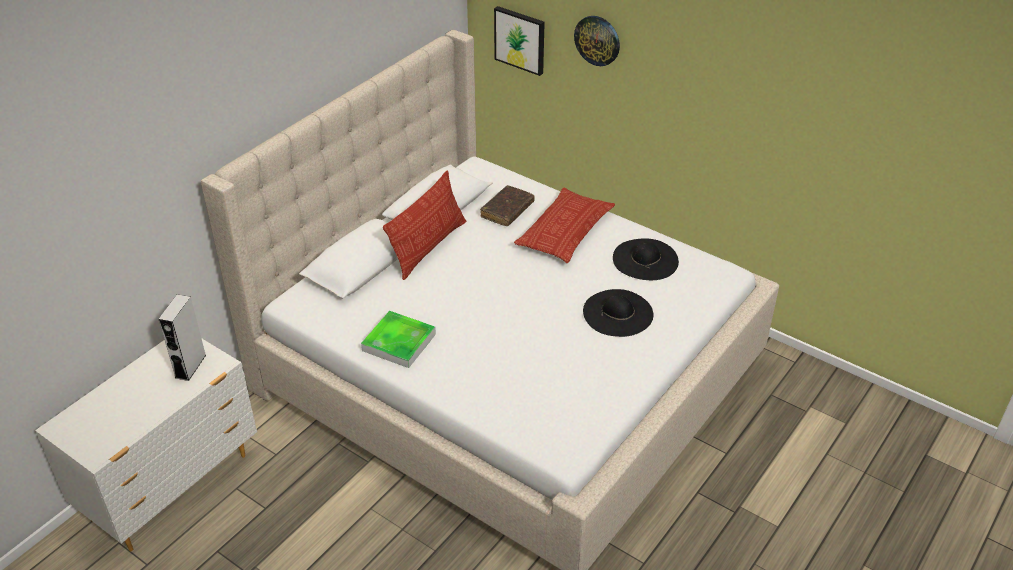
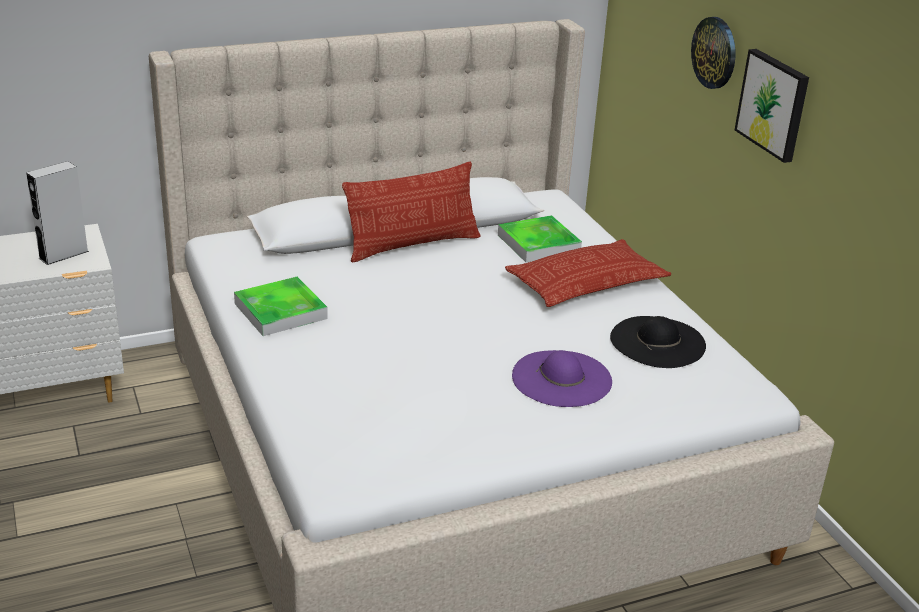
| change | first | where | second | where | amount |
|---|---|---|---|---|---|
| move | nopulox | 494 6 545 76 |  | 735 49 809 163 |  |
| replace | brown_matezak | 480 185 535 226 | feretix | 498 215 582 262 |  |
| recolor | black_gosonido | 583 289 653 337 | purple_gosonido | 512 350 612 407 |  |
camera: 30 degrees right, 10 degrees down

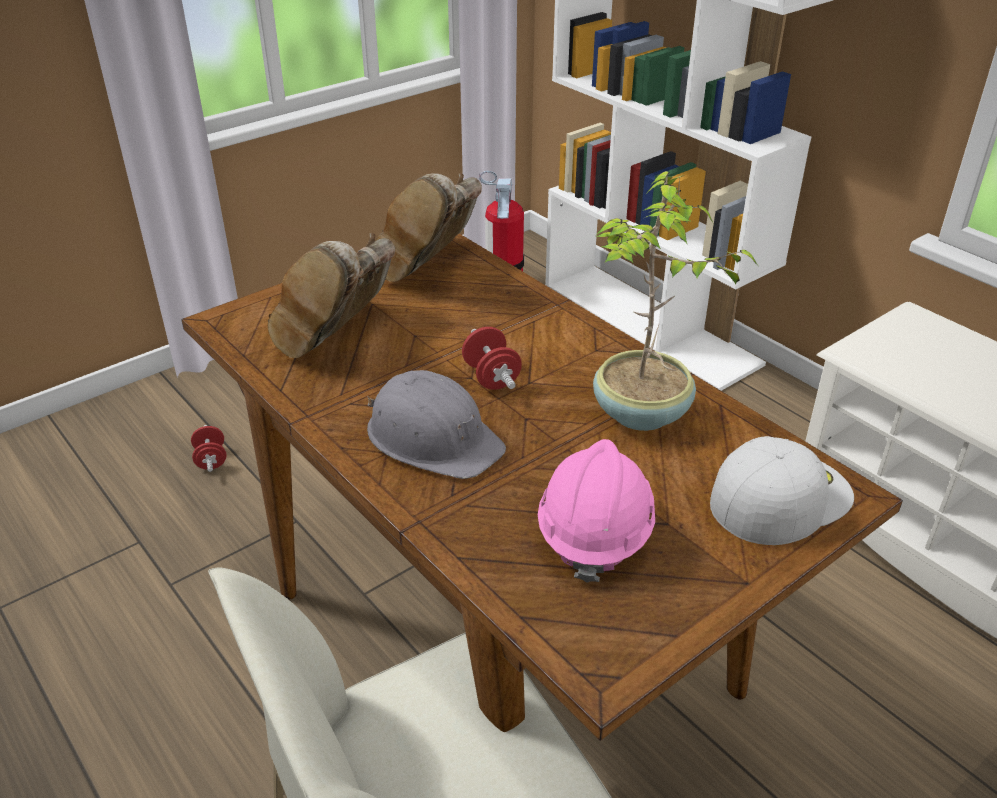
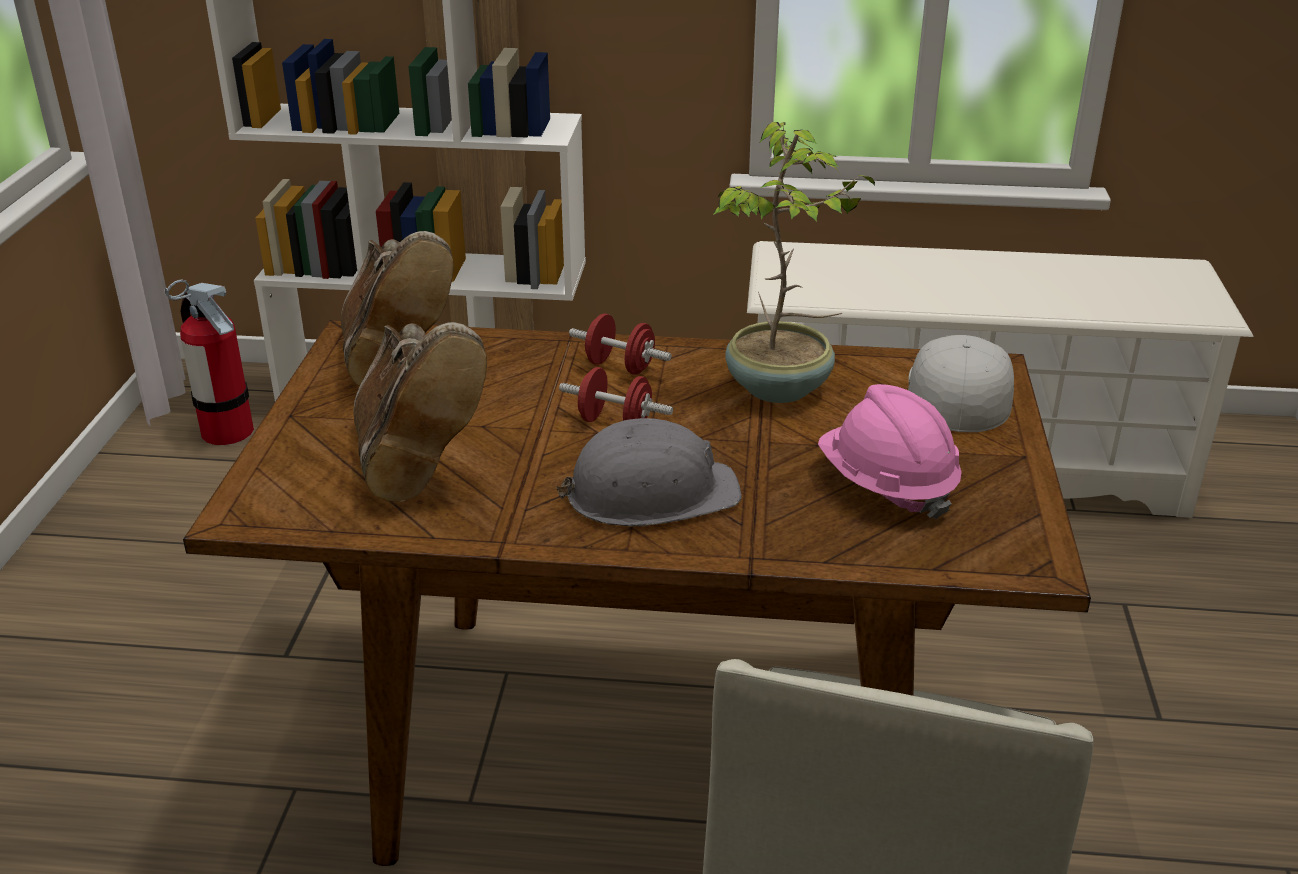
| change | first | where | second | where | amount |
|---|---|---|---|---|---|
| move | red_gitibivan | 191 425 227 472 |  | 569 314 672 375 |  |
camera: 45 degrees left, 5 degrees down

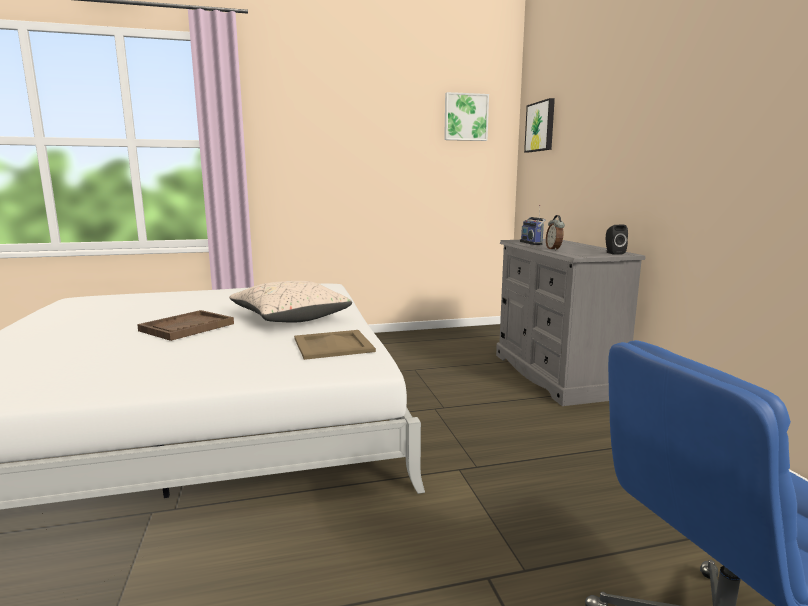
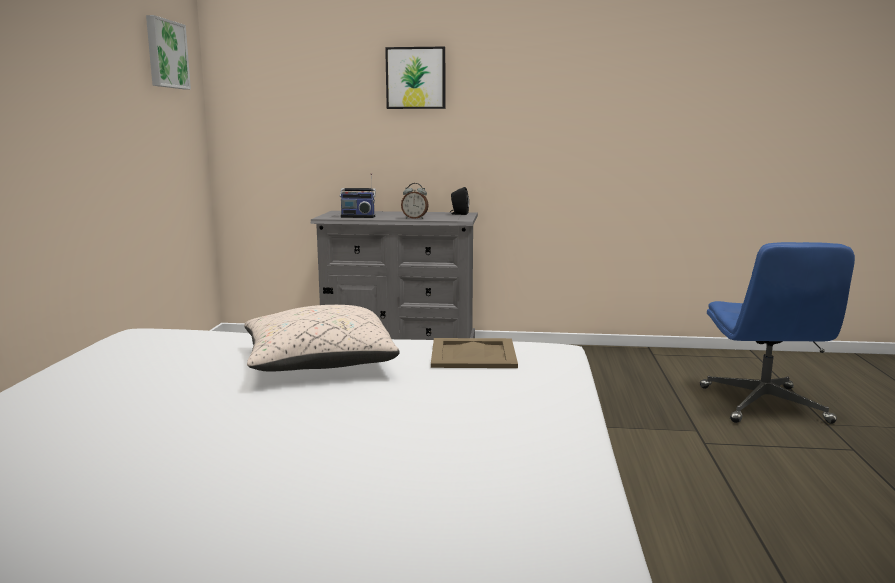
| change | first | where | second | where | amount |
|---|---|---|---|---|---|
| delete | brown_feretix | 137 310 234 341 |  |  |  |
| move | nopulox | 524 98 555 152 |  | 385 46 445 109 |  |
camera: 70 degrees left, 0 degrees up

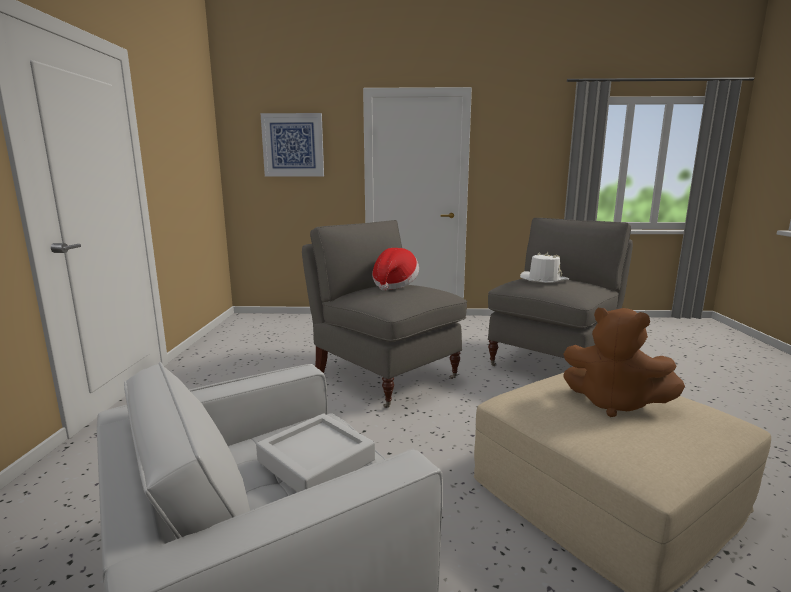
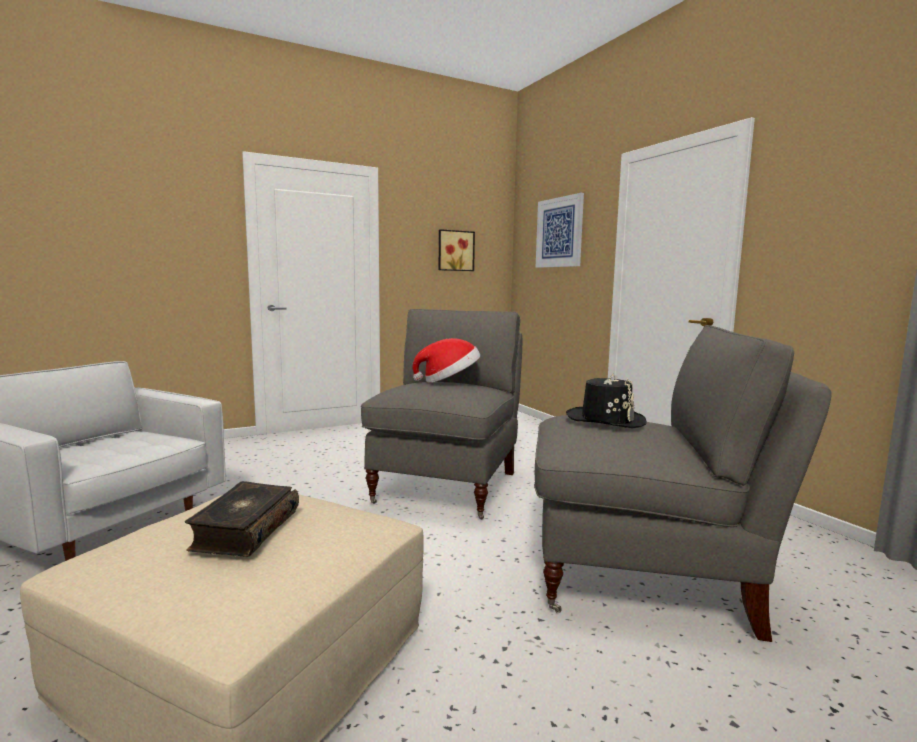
| change | first | where | second | where | amount |
|---|---|---|---|---|---|
| delete | grey_feretix | 256 413 375 492 |  |  |  |
| insert |  |  | nopulox | 439 229 475 271 |  |
| replace | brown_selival | 563 308 685 417 | matezak | 185 481 299 557 |  |
| recolor | white_gosonido | 520 251 569 283 | black_gosonido | 566 373 647 428 |  |
camera: 60 degrees right, 5 degrees down

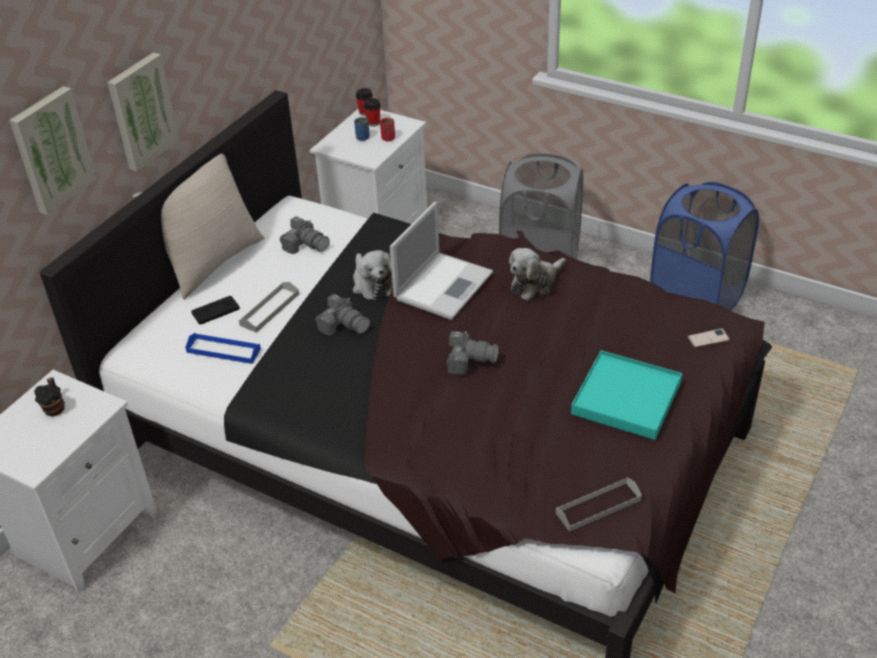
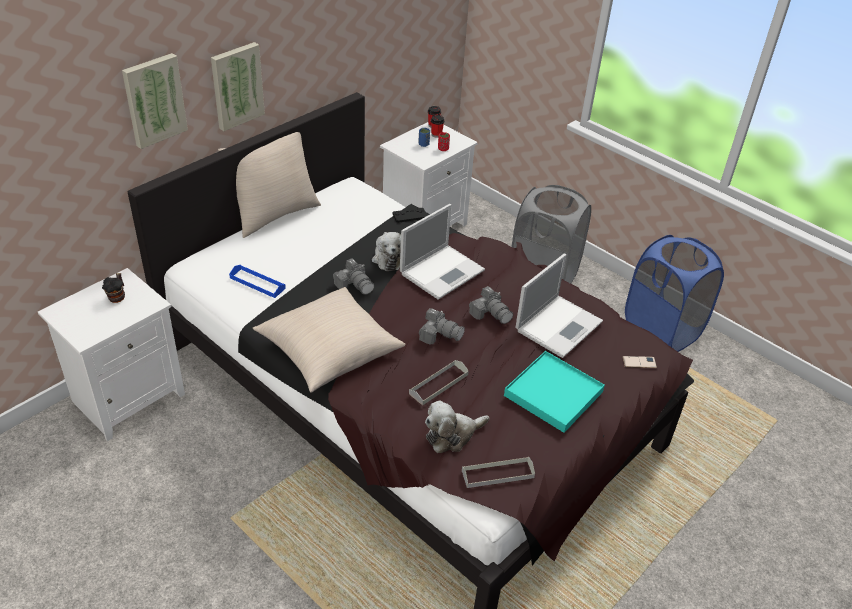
| change | first | where | second | where | amount |
|---|---|---|---|---|---|
| insert |  |  | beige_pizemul | 253 287 405 393 |  |
| insert |  |  | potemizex | 515 254 603 358 |  |
| move | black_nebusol | 191 296 240 324 |  | 392 208 427 223 |  |
| move | grey_feretix | 239 282 299 333 |  | 409 360 469 405 |  |
| move | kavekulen | 280 216 330 254 |  | 469 286 513 324 |  |
| move | selival | 509 248 566 301 |  | 425 400 489 453 |  |
camera: 10 degrees right, 0 degrees up

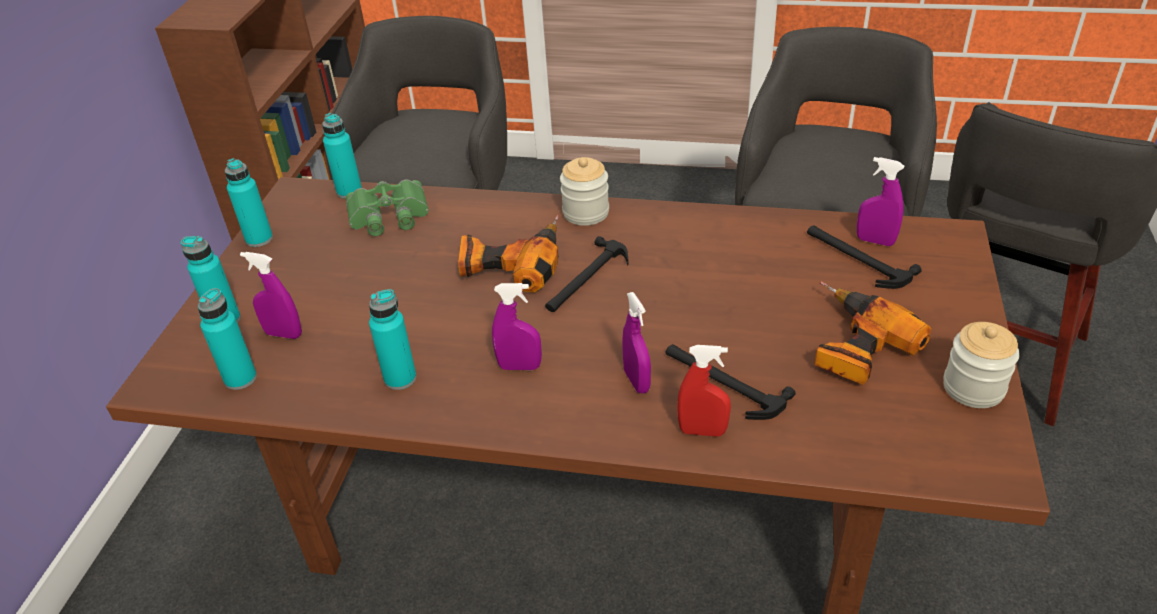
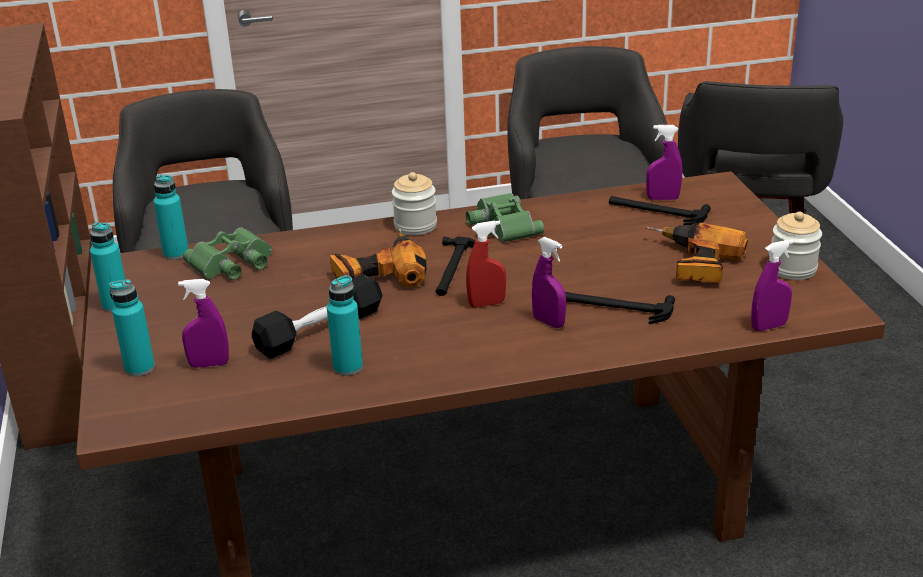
| change | first | where | second | where | amount |
|---|---|---|---|---|---|
| delete | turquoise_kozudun | 198 288 257 390 |  |  |  |
| insert |  |  | black_gitibivan | 252 274 383 359 |  |
| insert |  |  | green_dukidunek | 466 193 544 243 |  |
| move | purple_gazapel | 492 283 542 370 |  | 751 239 794 331 |  |
| move | red_gazapel | 677 345 731 437 |  | 466 220 506 308 |  |
camera: 25 degrees left, 10 degrees down

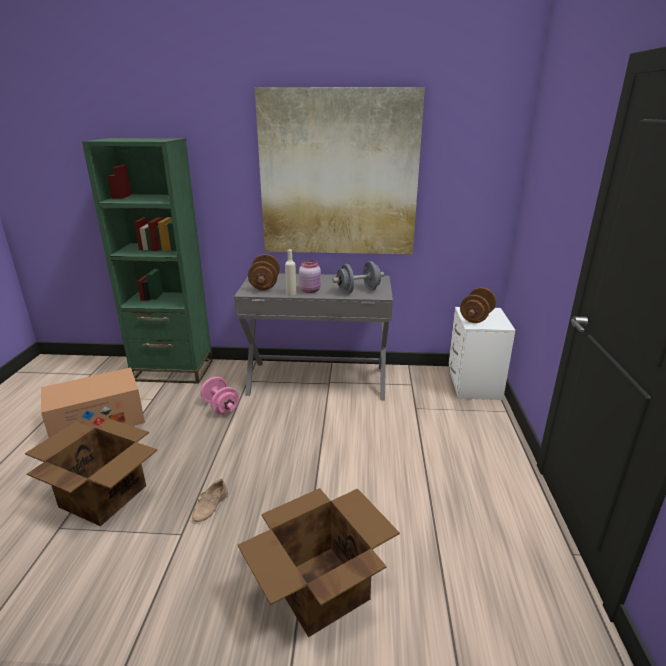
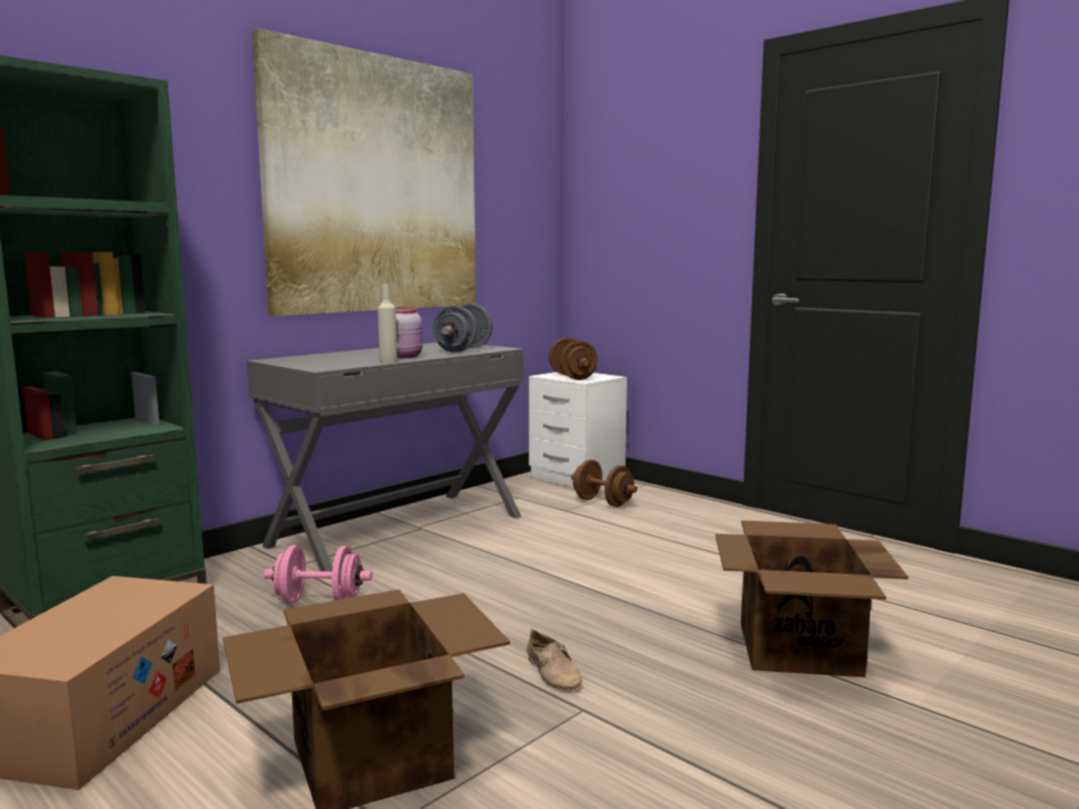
| change | first | where | second | where | amount |
|---|---|---|---|---|---|
| move | brown_gitibivan | 248 254 280 290 |  | 571 460 637 507 |  |
camera: 50 degrees left, 15 degrees down

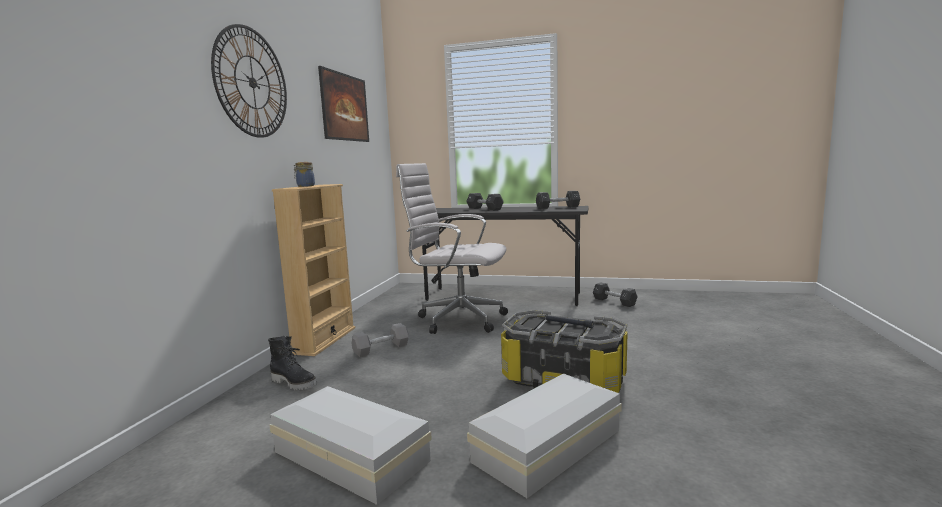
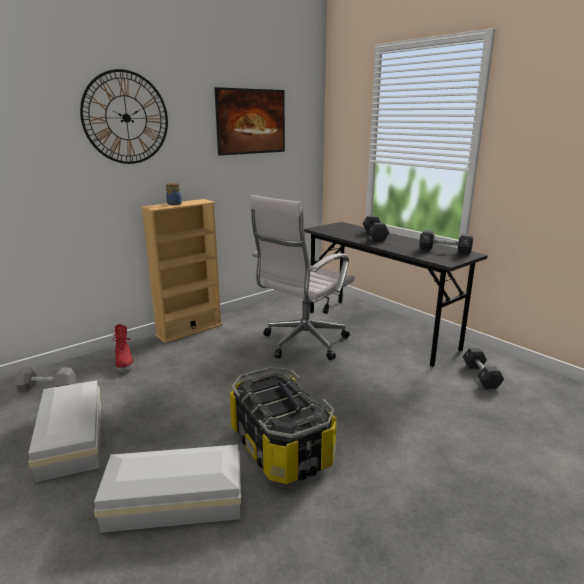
| change | first | where | second | where | amount |
|---|---|---|---|---|---|
| move | grey_gitibivan | 351 323 409 357 |  | 14 367 76 391 |  |
| recolor | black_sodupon | 268 336 317 391 | red_sodupon | 113 324 134 372 |  |
| rotate | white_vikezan | 396 163 508 334 |  | 249 195 355 360 | 105 degrees counterclockwise |
camera: 35 degrees right, 10 degrees up

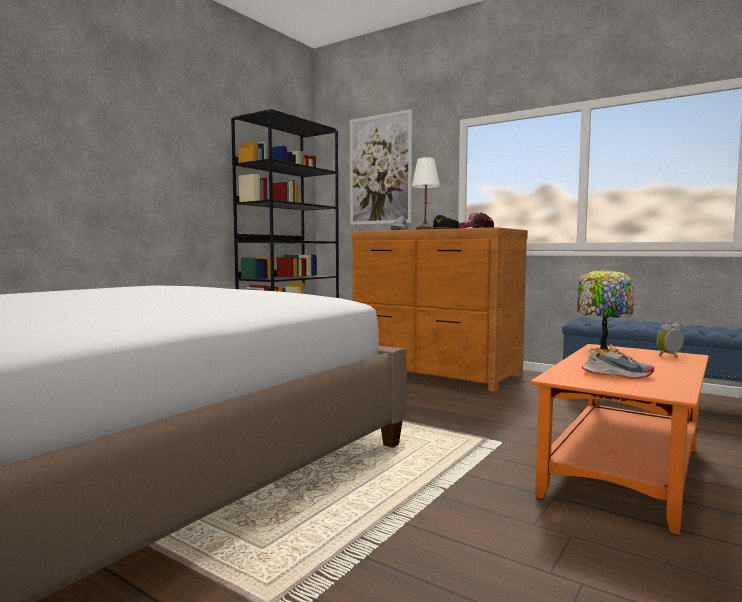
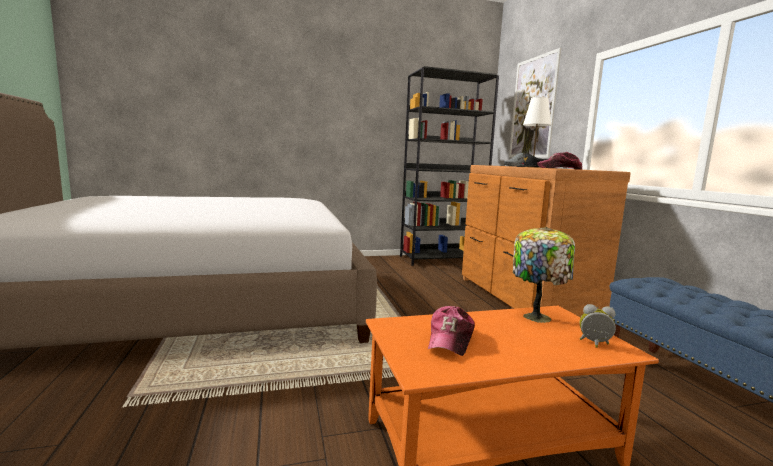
| change | first | where | second | where | amount |
|---|---|---|---|---|---|
| replace | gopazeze | 582 344 654 379 | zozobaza | 428 306 475 356 |  |
camera: 40 degrees right, 5 degrees up

